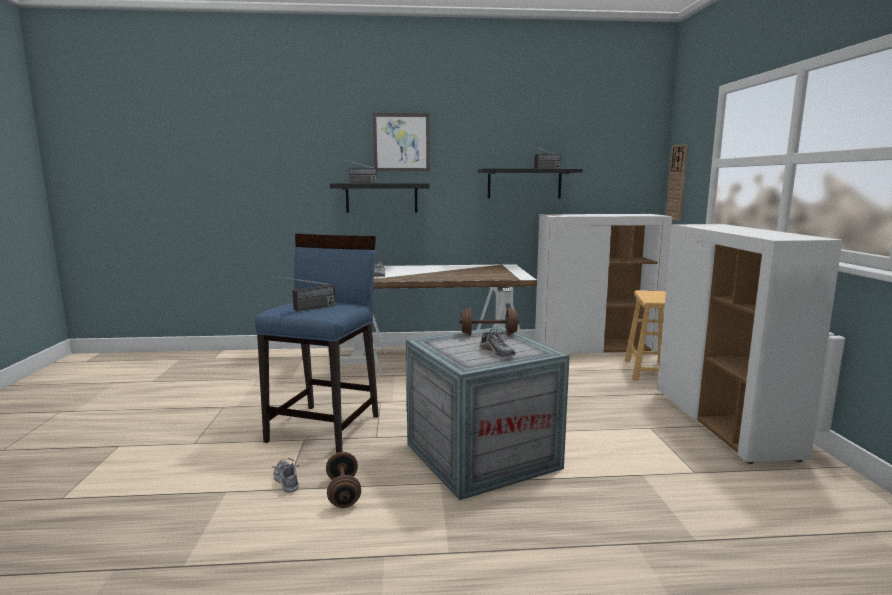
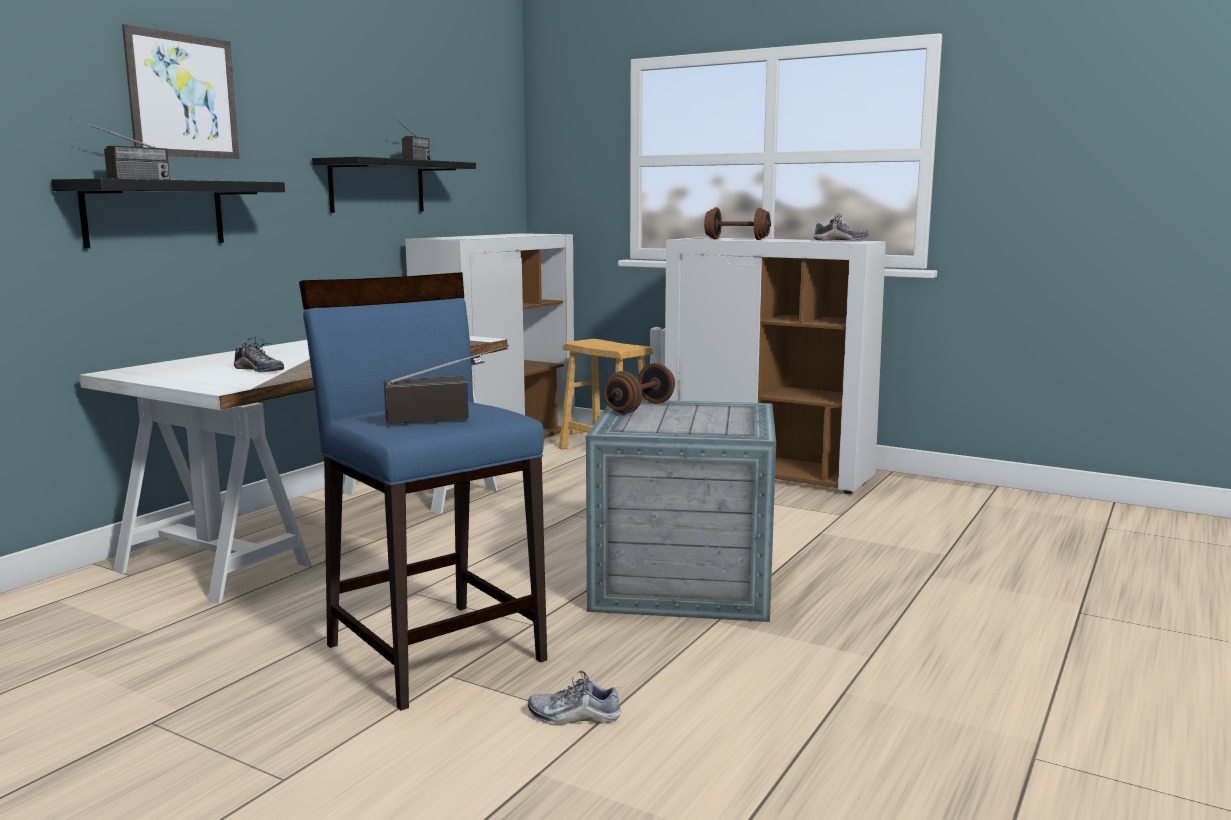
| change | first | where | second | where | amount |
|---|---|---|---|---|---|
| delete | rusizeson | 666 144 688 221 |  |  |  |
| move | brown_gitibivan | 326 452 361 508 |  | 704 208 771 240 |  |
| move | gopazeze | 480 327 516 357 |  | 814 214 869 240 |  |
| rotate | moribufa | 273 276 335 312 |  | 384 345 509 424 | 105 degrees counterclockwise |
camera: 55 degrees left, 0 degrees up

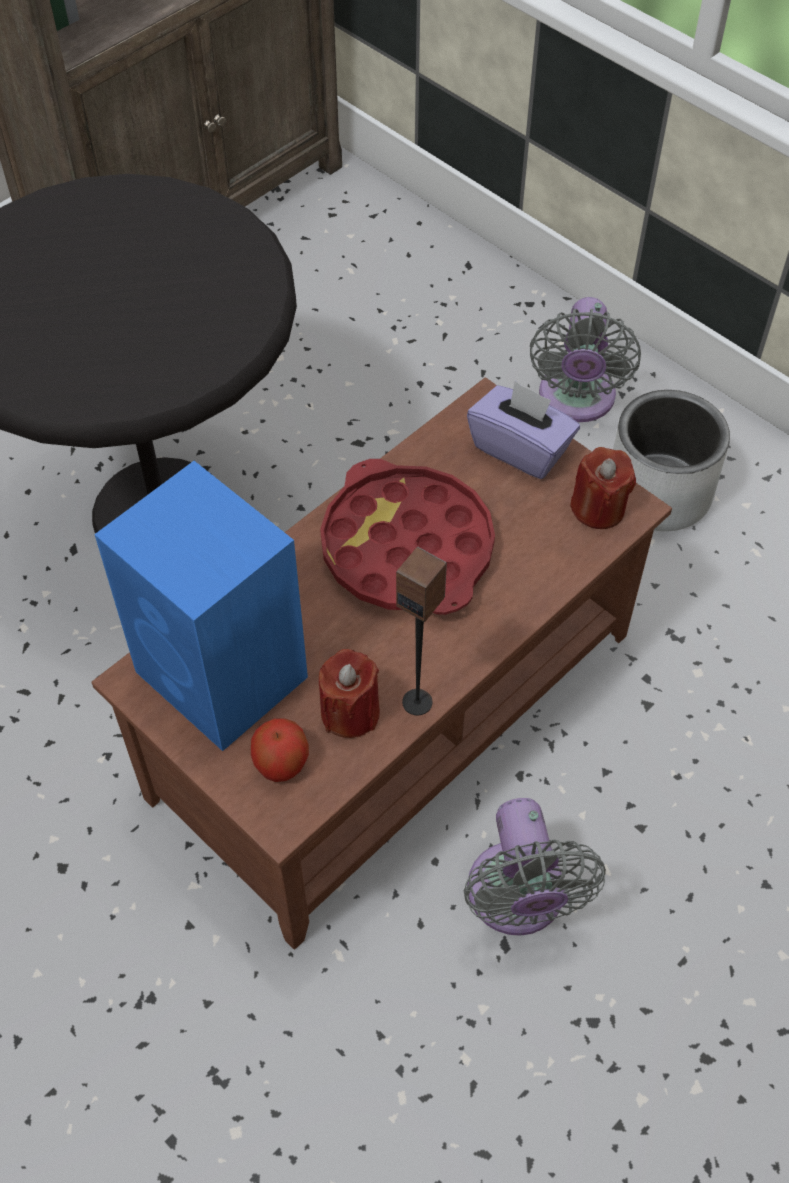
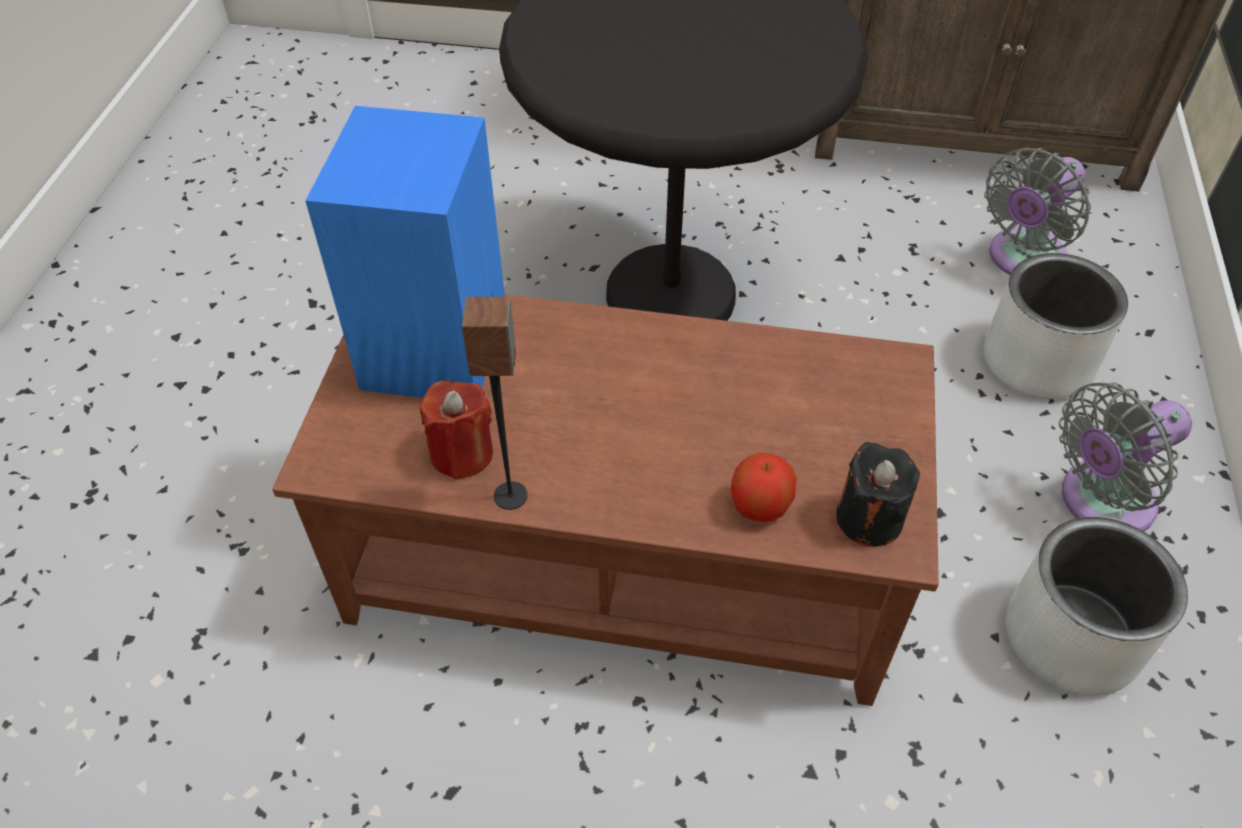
| change | first | where | second | where | amount |
|---|---|---|---|---|---|
| delete | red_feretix | 320 459 495 615 |  |  |  |
| delete | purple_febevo | 467 381 580 479 |  |  |  |
| insert |  |  | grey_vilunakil | 984 253 1128 399 |  |
| move | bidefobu | 251 719 309 782 |  | 731 453 797 522 |  |
| move | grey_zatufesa | 464 798 606 936 |  | 984 147 1091 275 |  |
| recolor | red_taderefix | 570 447 636 529 | black_taderefix | 836 442 920 547 |  |
camera: 55 degrees right, 5 degrees down

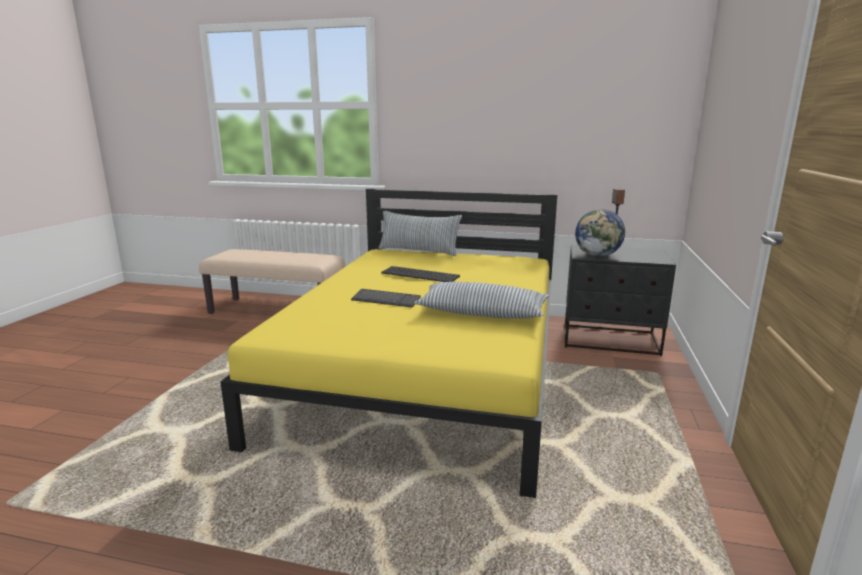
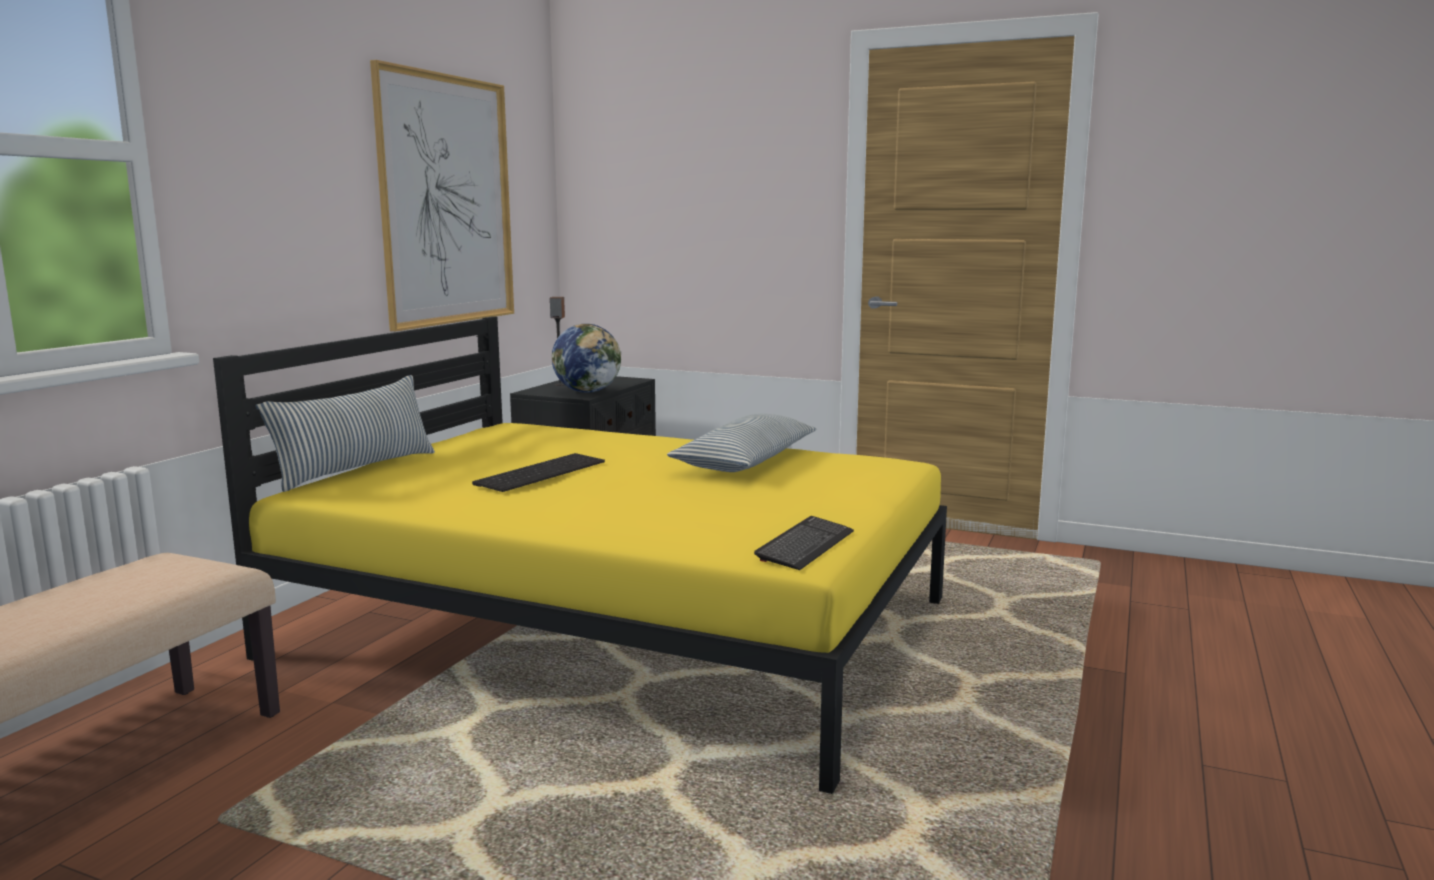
| change | first | where | second | where | amount |
|---|---|---|---|---|---|
| insert |  |  | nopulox | 370 60 514 331 |  |
| move | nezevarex | 351 289 421 308 |  | 754 516 854 570 |  |
camera: 80 degrees left, 5 degrees down

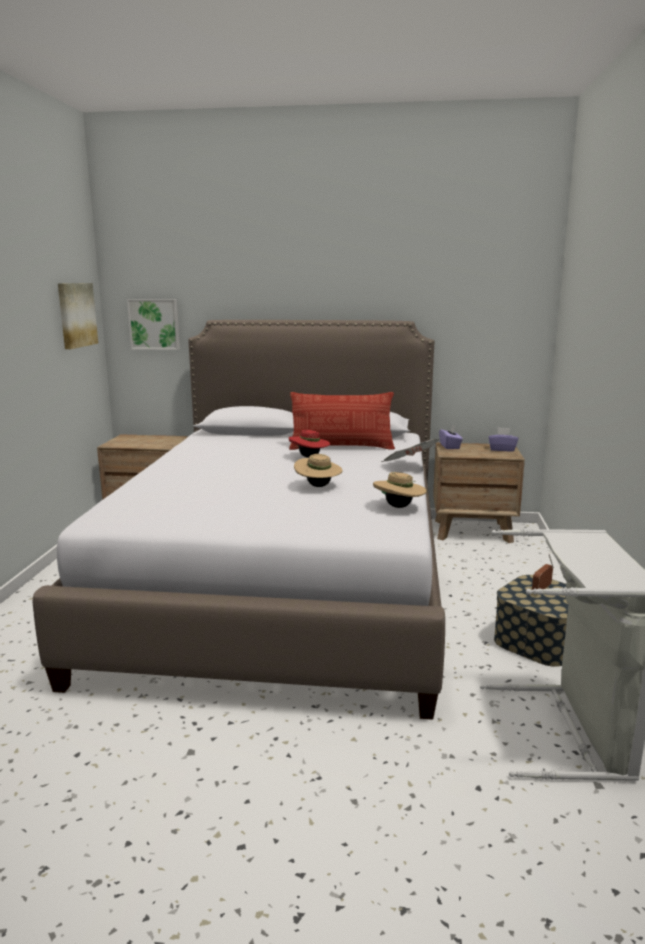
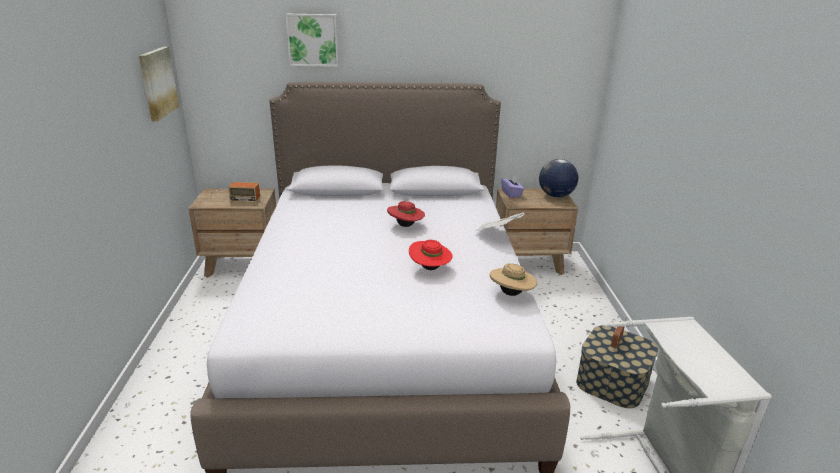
| change | first | where | second | where | amount |
|---|---|---|---|---|---|
| delete | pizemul | 289 392 395 450 |  |  |  |
| insert |  |  | moribufa | 211 182 260 202 |  |
| move | nopulox | 127 299 180 350 |  | 285 14 339 67 |  |
| replace | purple_febevo | 489 427 518 452 | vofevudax | 539 159 578 198 |  |
| recolor | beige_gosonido | 294 454 343 487 | red_gosonido | 409 240 453 270 |  |
camera: 10 degrees left, 10 degrees up

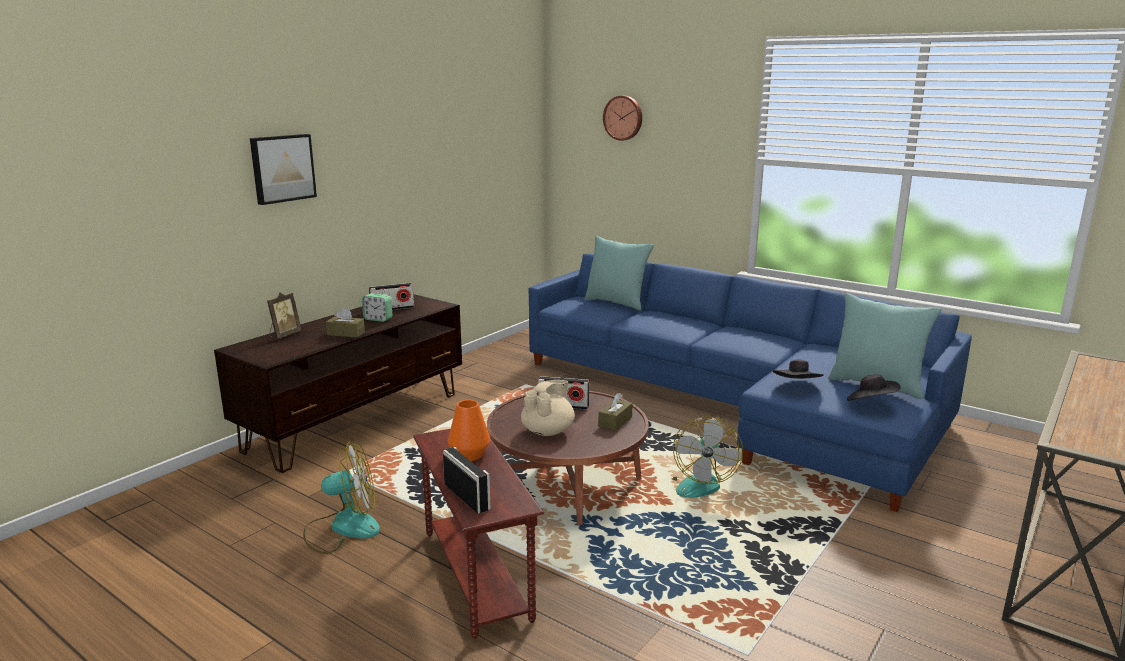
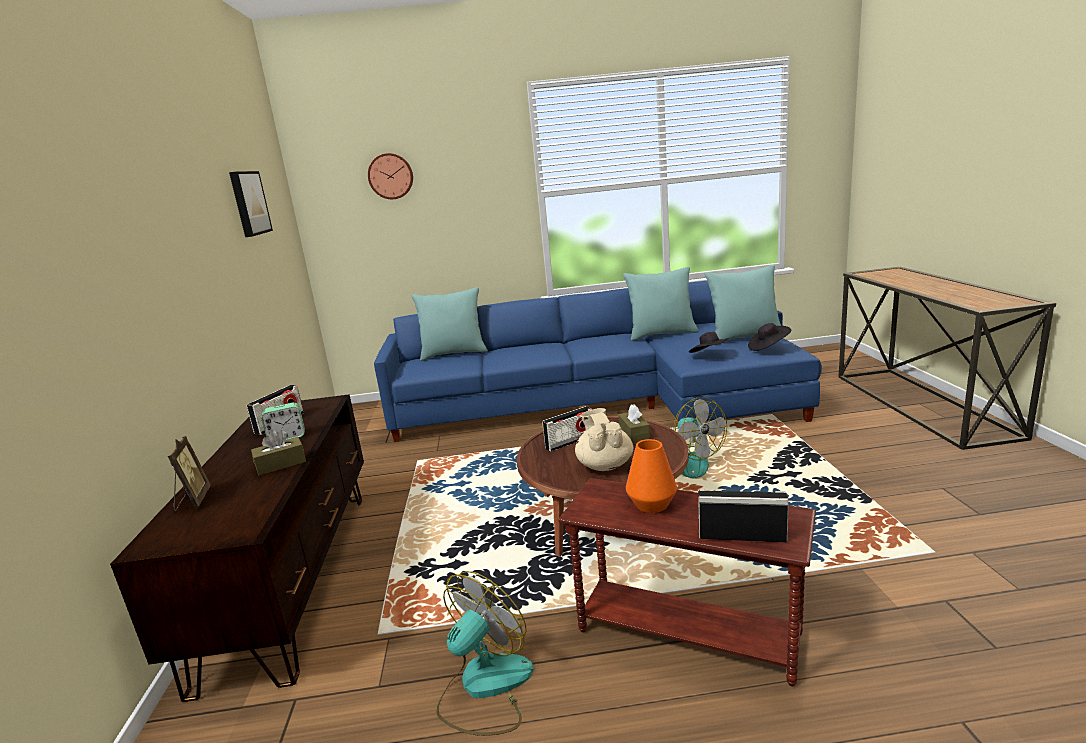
| change | first | where | second | where | amount |
|---|---|---|---|---|---|
| insert |  |  | turquoise_pizemul | 623 267 699 341 |  |
| move | nopulox | 250 134 317 205 |  | 229 171 273 237 |  |
camera: 40 degrees left, 0 degrees up

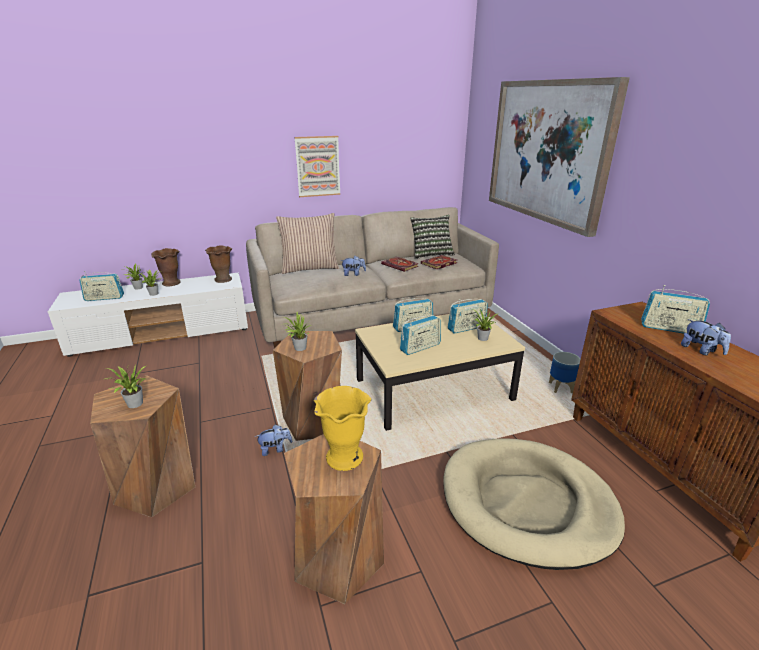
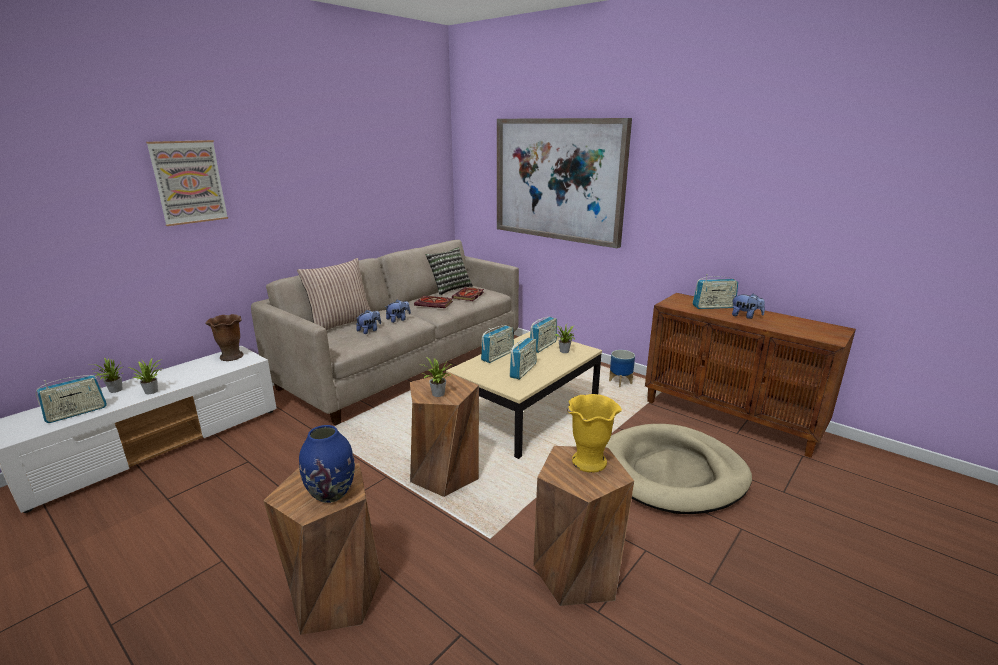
| change | first | where | second | where | amount |
|---|---|---|---|---|---|
| delete | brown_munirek | 151 248 181 286 |  |  |  |
| move | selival | 255 425 292 456 |  | 356 310 381 334 |  |
| move | nopulox | 294 136 341 197 |  | 146 140 228 226 |  |
| replace | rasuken | 103 366 146 408 | blue_munirek | 299 425 355 503 |  |
camera: 30 degrees left, 5 degrees down

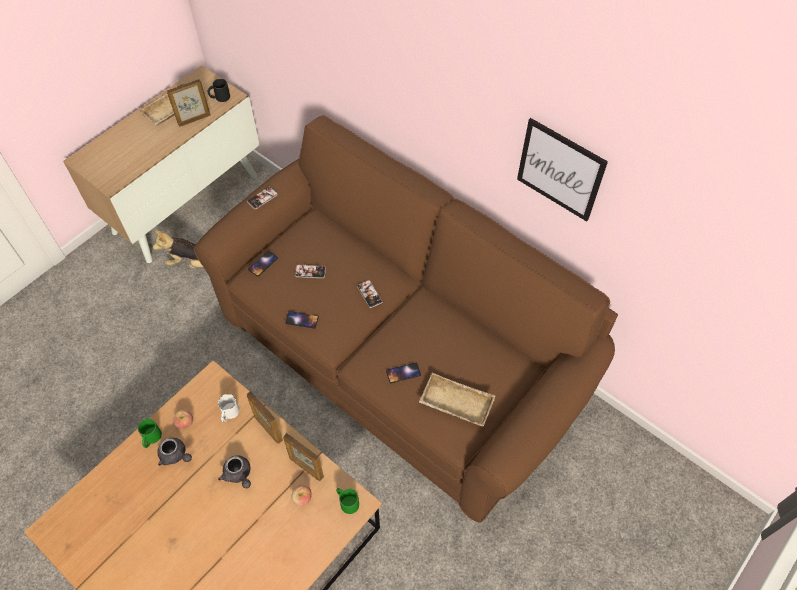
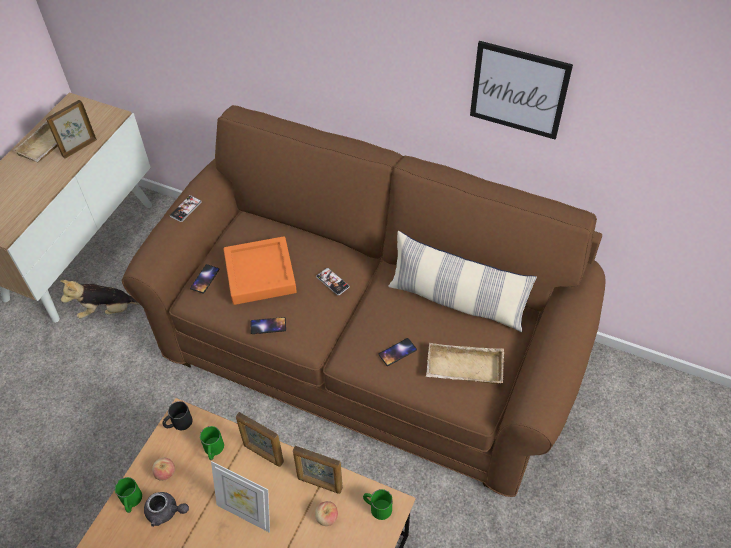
| change | first | where | second | where | amount |
|---|---|---|---|---|---|
| insert |  |  | pizemul | 388 231 537 332 |  |
| move | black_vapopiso | 207 79 230 102 |  | 163 401 193 430 |  |
| replace | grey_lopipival | 218 456 251 488 | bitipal | 211 461 270 533 |  |
| replace | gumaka | 295 265 326 278 | orange_feretix | 224 236 297 305 |  |
| recolor | white_vapopiso | 218 394 240 422 | green_vapopiso | 200 426 224 460 |  |
camera: 15 degrees left, 5 degrees down

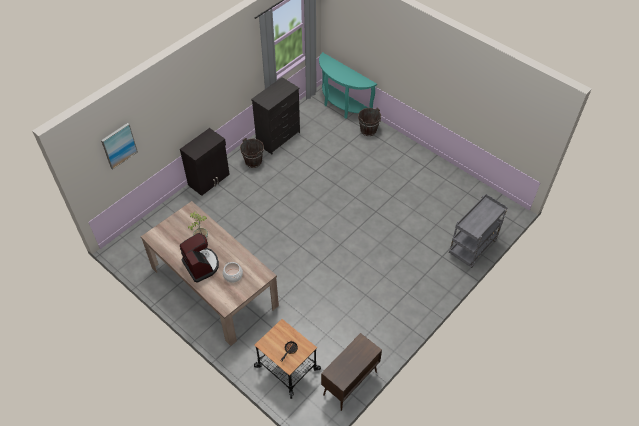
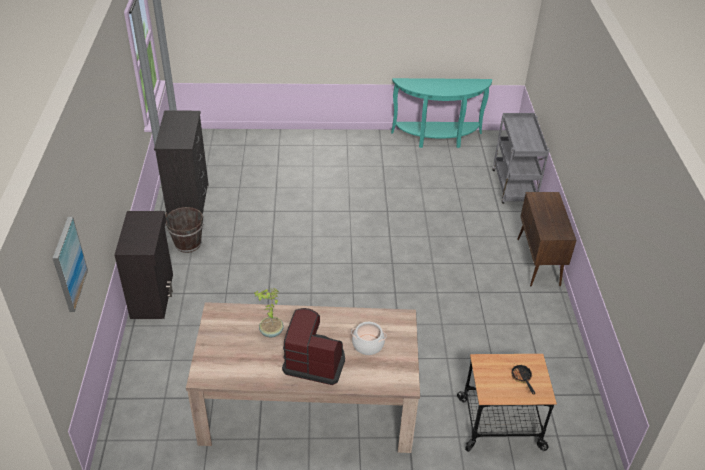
| change | first | where | second | where | amount |
|---|---|---|---|---|---|
| delete | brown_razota | 358 108 381 136 |  |  |  |
| move | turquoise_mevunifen | 319 52 377 119 |  | 391 78 492 148 |  |
| move | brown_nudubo | 321 333 382 411 |  | 517 192 577 286 |  |
camera: 45 degrees left, 10 degrees down

